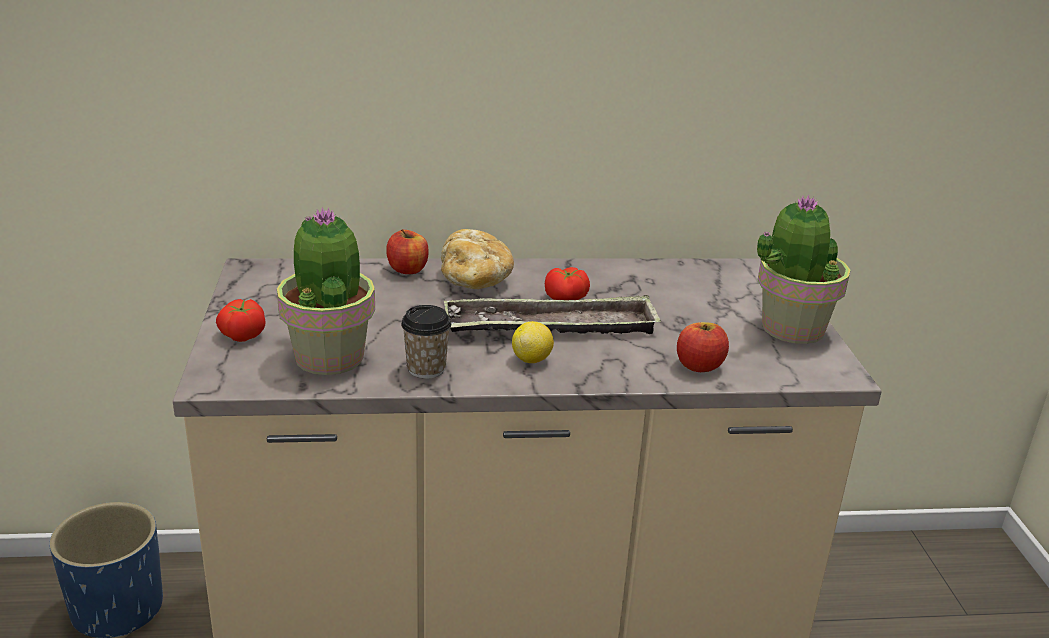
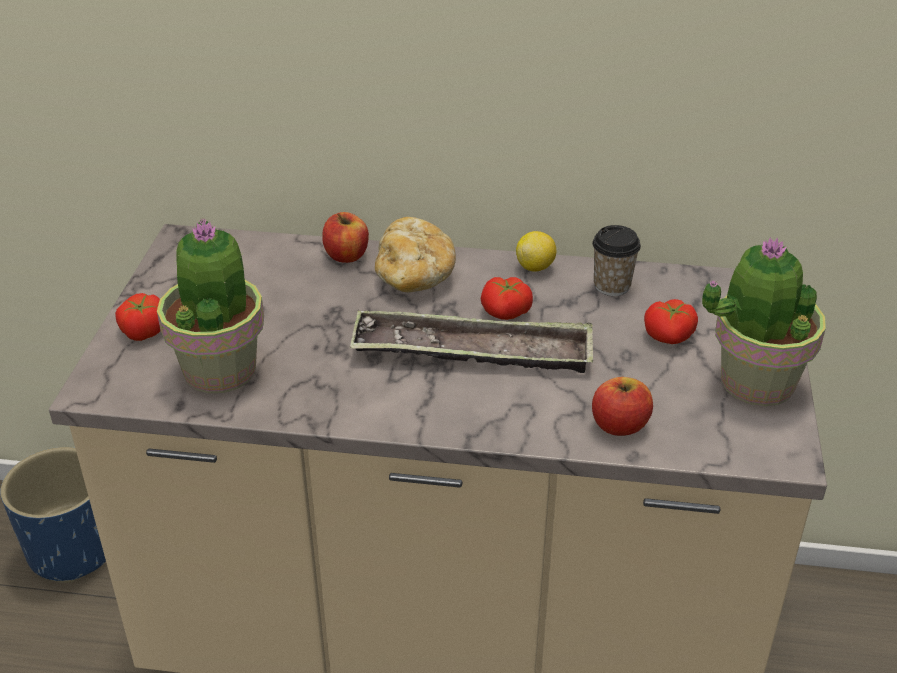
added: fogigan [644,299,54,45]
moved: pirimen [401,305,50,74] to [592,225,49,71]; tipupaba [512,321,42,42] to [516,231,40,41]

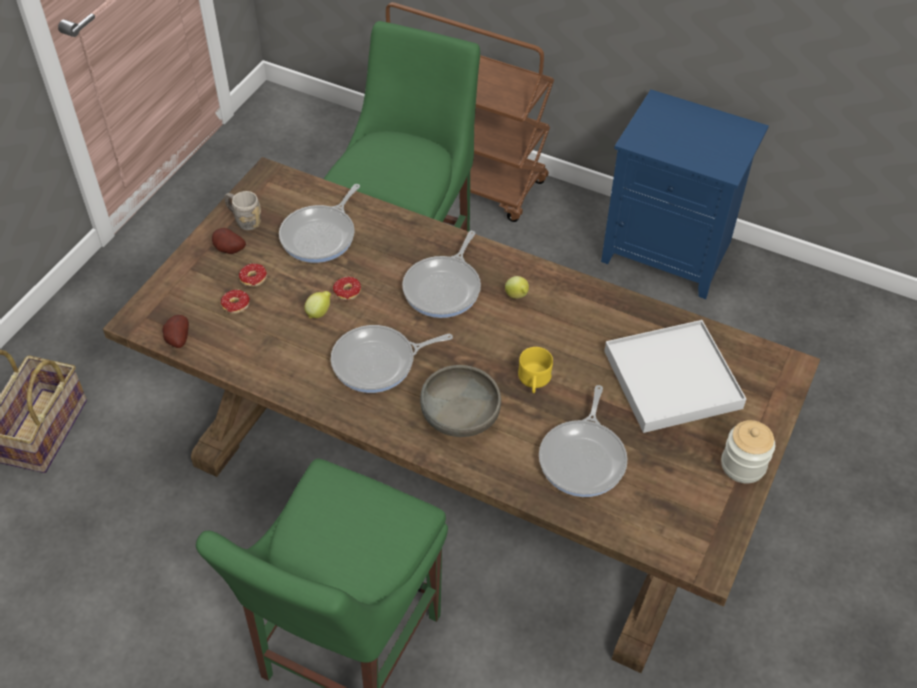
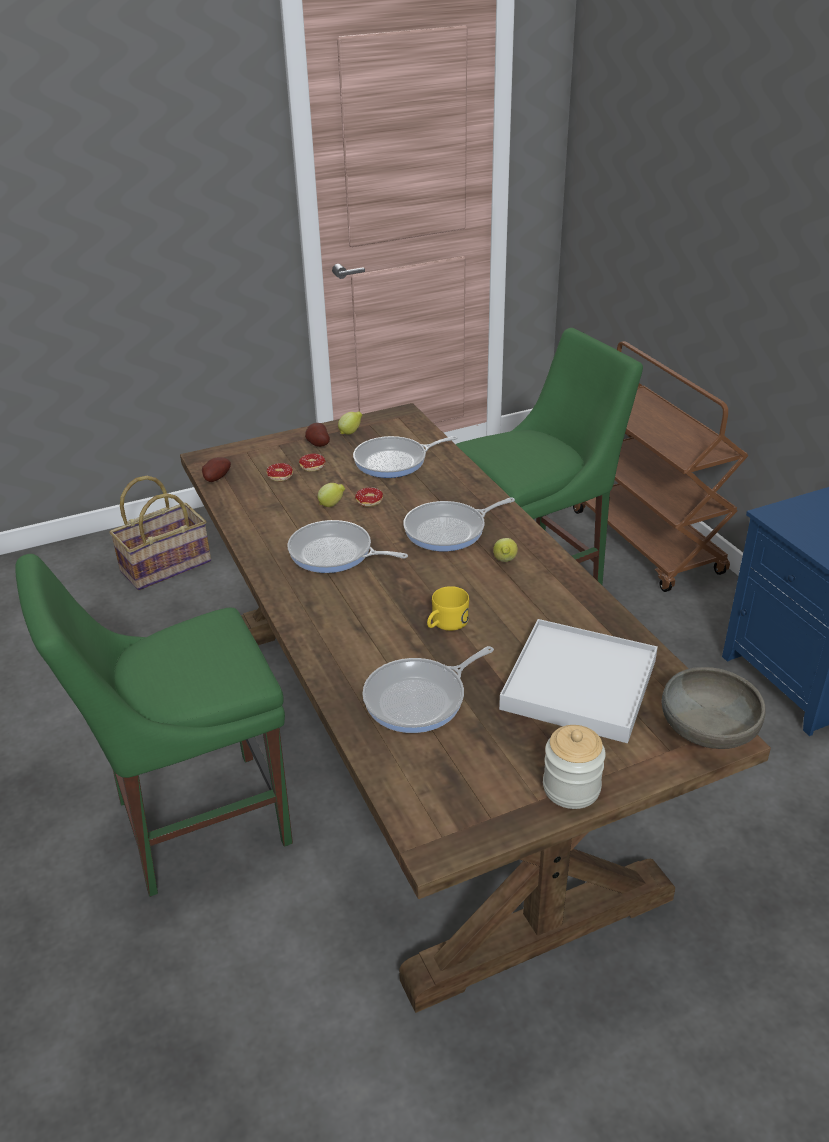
moved: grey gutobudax [420,365,81,72] to [662,667,104,82]
replaced: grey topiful [224,191,37,40] to tipupaba [338,412,24,23]

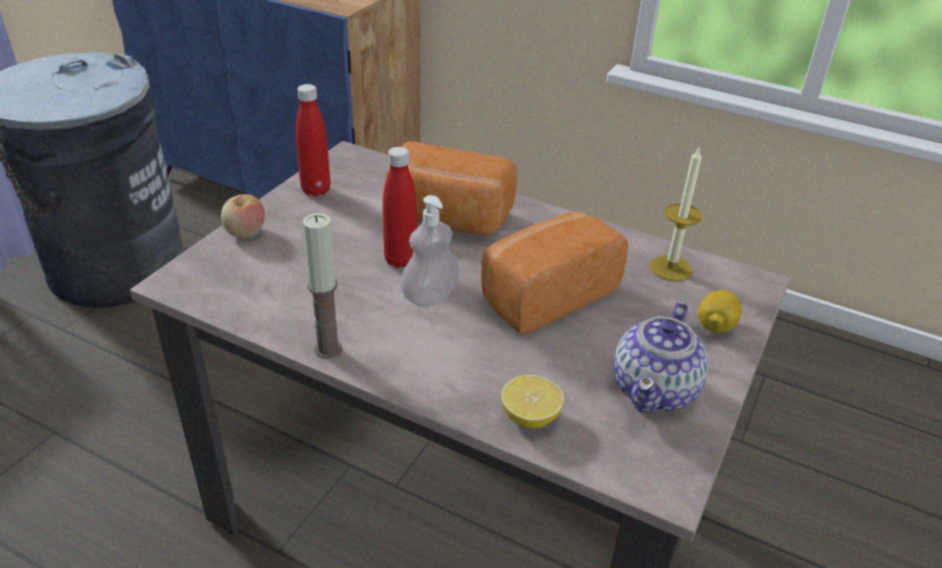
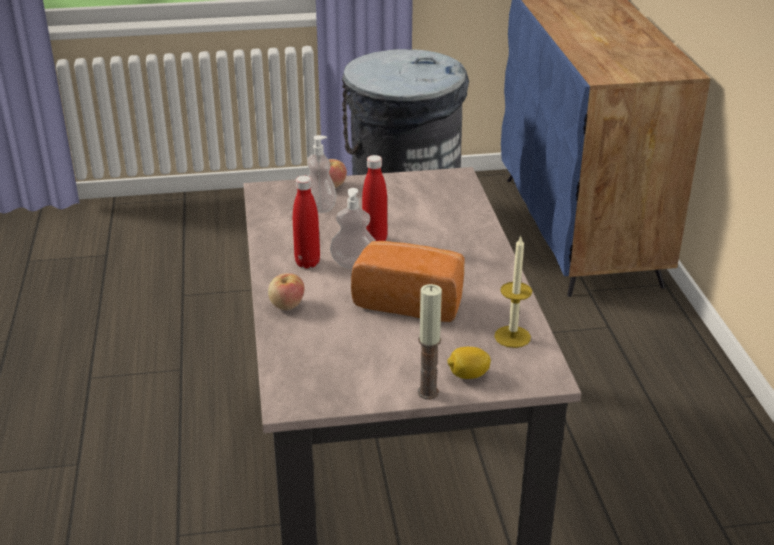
removed: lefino [386,142,131,93]; tipupaba [501,375,63,53]; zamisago [613,302,96,110]
added: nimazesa [268,273,36,37]; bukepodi [307,135,29,78]
moved: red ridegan [296,84,34,113] to [293,176,27,92]; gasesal [302,213,40,146] to [418,284,24,115]

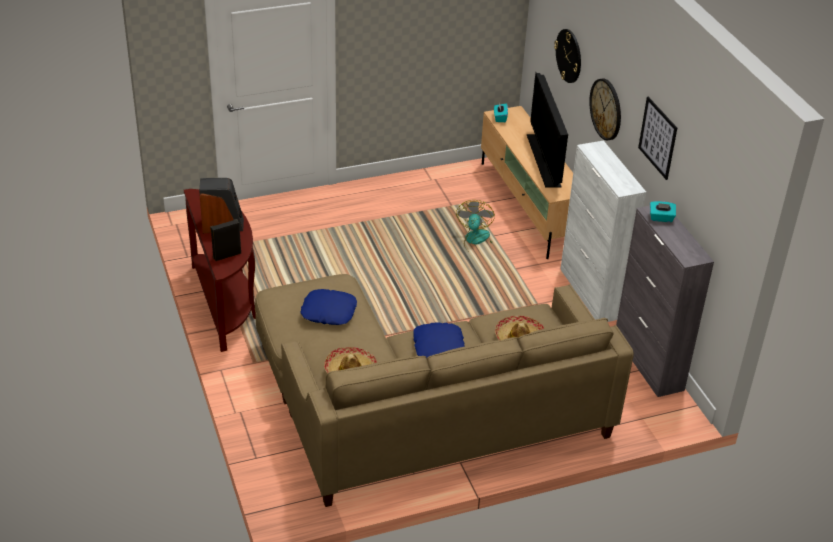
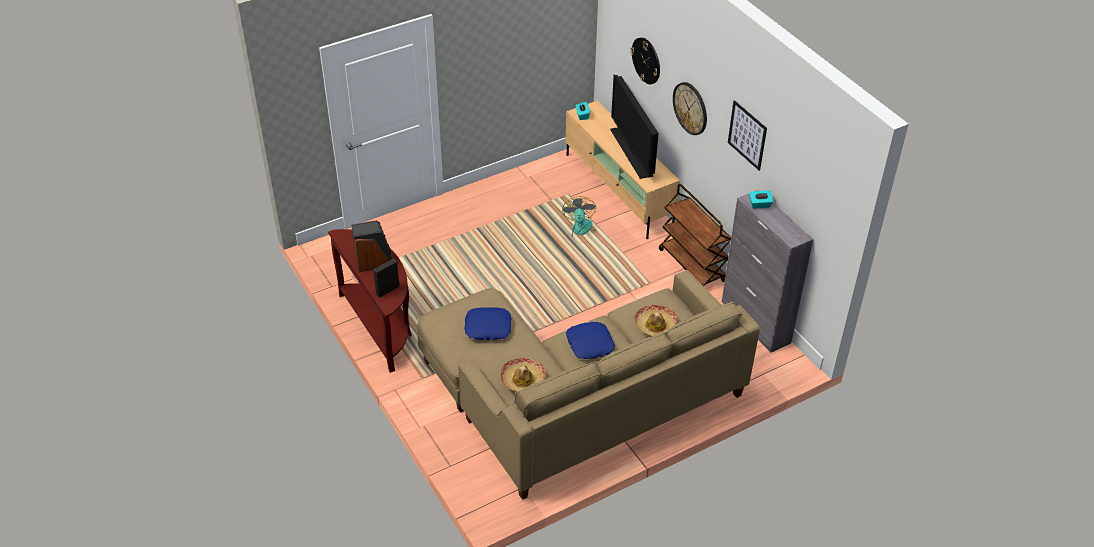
replaced: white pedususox [560,140,86,182] to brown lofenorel [659,184,72,102]

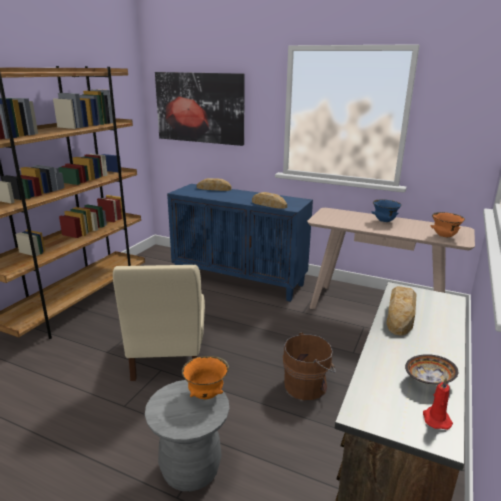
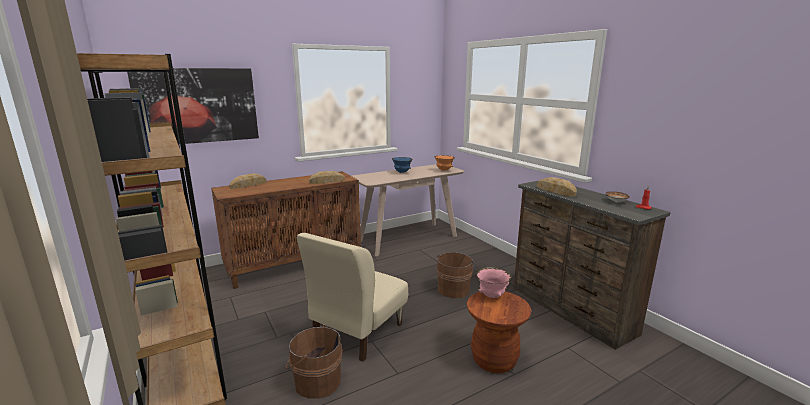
added: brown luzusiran [285,324,58,75]
recoloured: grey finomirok [145,380,84,111] to brown finomirok [467,292,64,82]; blue pedususox [167,184,146,118] to brown pedususox [211,171,150,118]; orange gutobudax [182,356,48,43] to pink gutobudax [476,267,35,31]
turned: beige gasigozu [113,265,92,116] = [297,233,111,129] 90 degrees clockwise

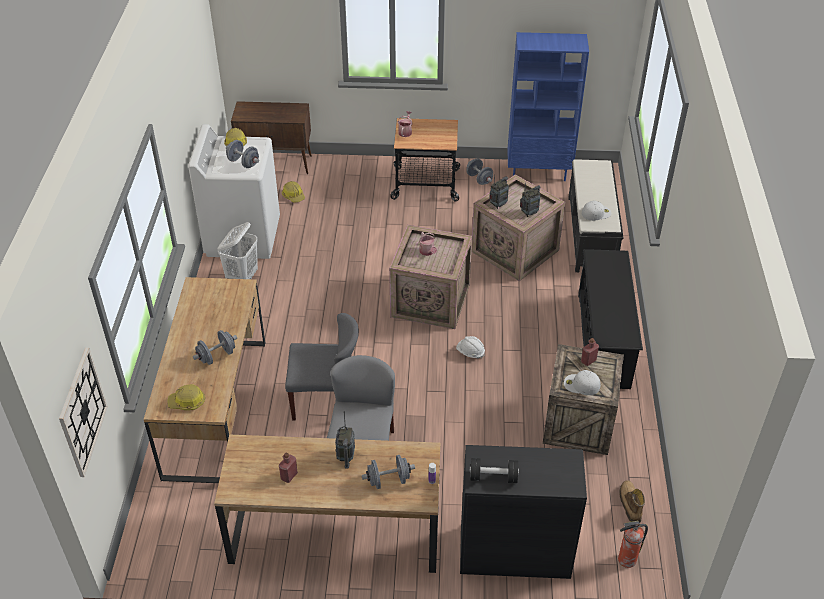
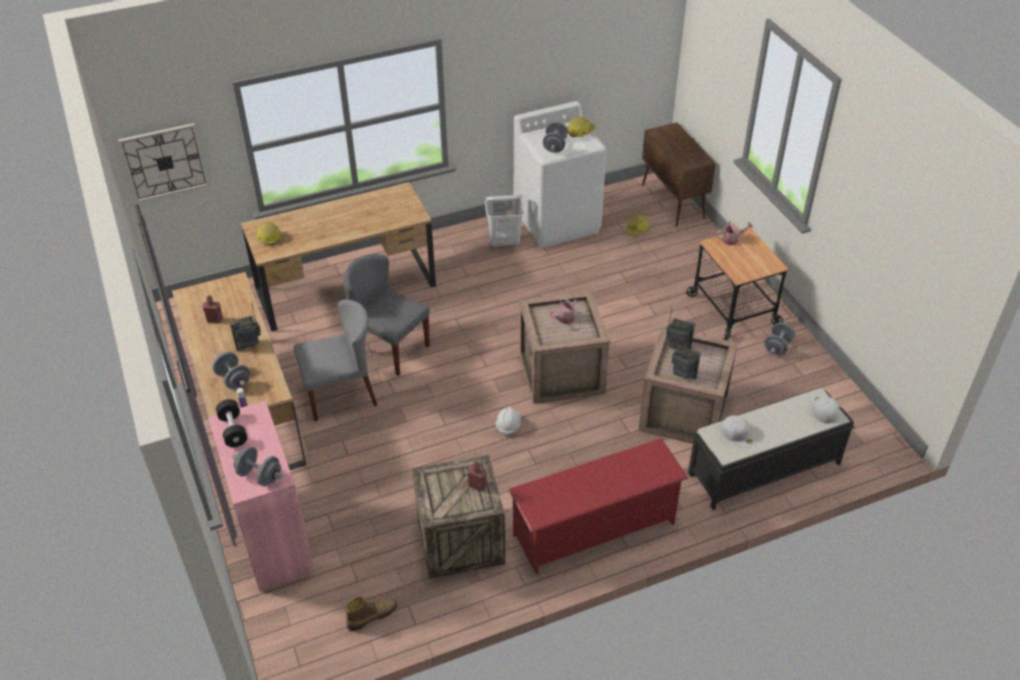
removed: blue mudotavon [507,32,82,149]; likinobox [618,521,30,47]
moved: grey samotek [193,330,44,35] to [233,446,49,40]; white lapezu [564,370,37,25] to [808,395,31,29]
recoloured: black pedususox [460,445,127,134] to pink pedususox [208,401,107,191]; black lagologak [578,249,65,140] to red lagologak [508,438,181,136]
turned: grey gasigozu [285,313,74,108] = [344,254,86,122] 150 degrees clockwise

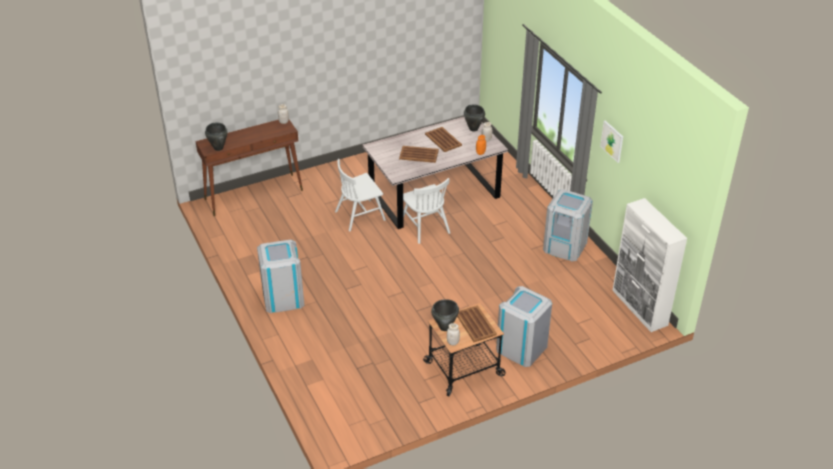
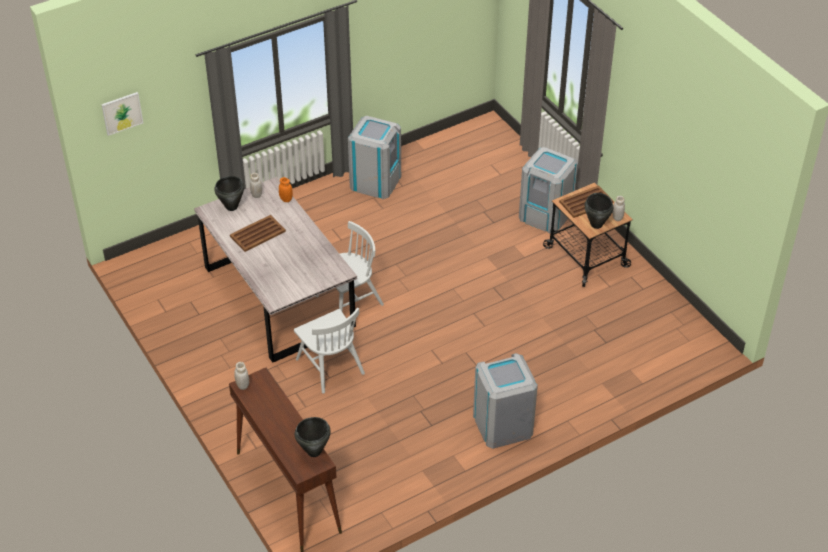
removed: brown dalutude [399,146,40,17]; white pedususox [612,198,75,134]
moved: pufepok [600,121,23,42] to [101,92,42,44]

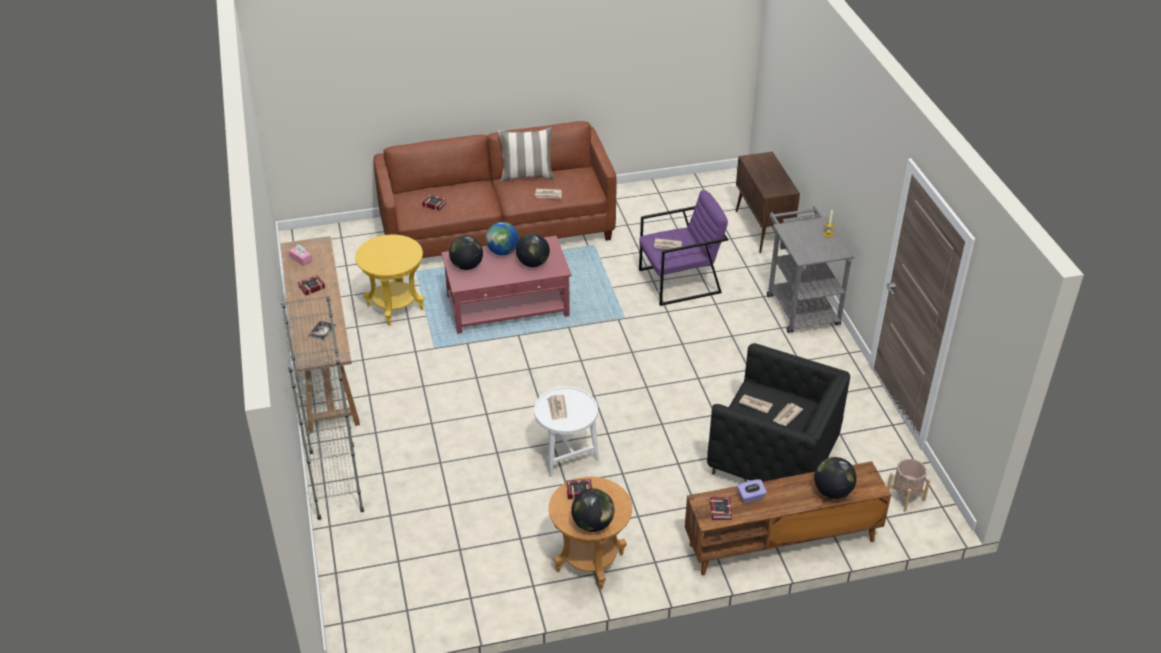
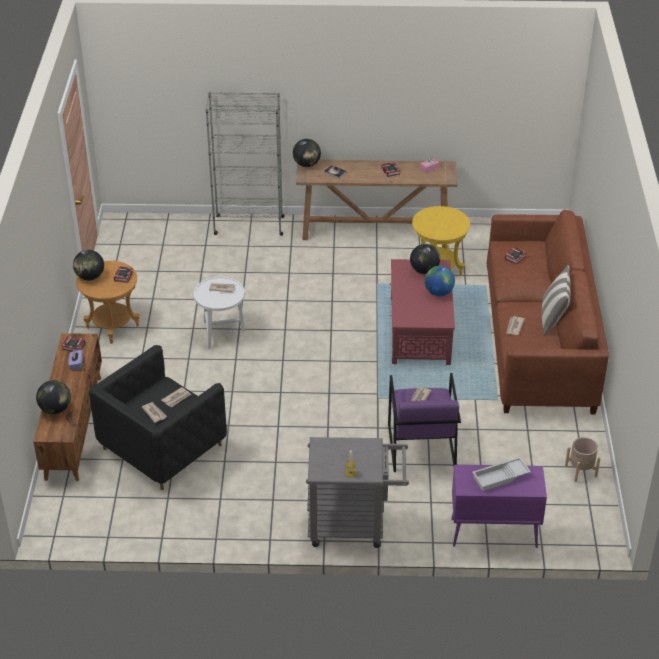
added: white dalutude [472,457,59,34]
moved: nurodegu [516,233,34,34] to [293,139,28,28]; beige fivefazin [887,459,44,53] to [565,437,36,45]
recoloured: brown pedususox [736,152,64,101] to purple pedususox [451,465,96,83]

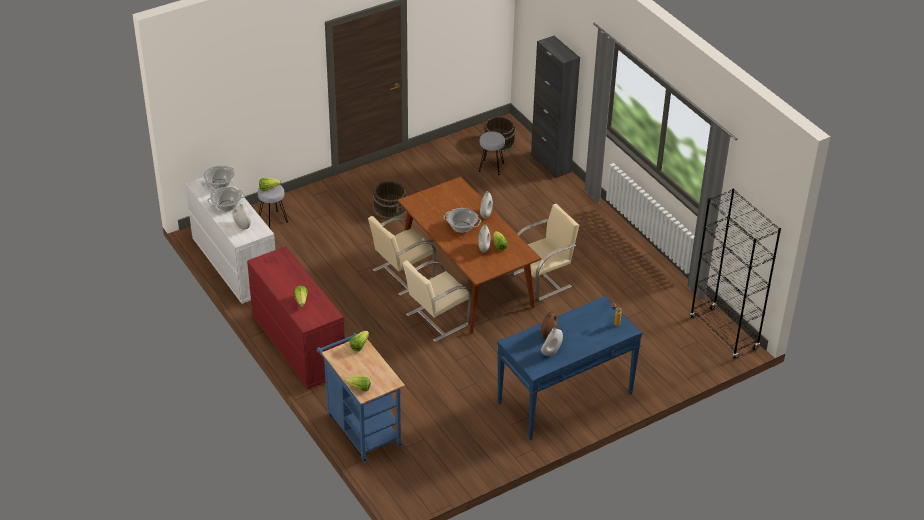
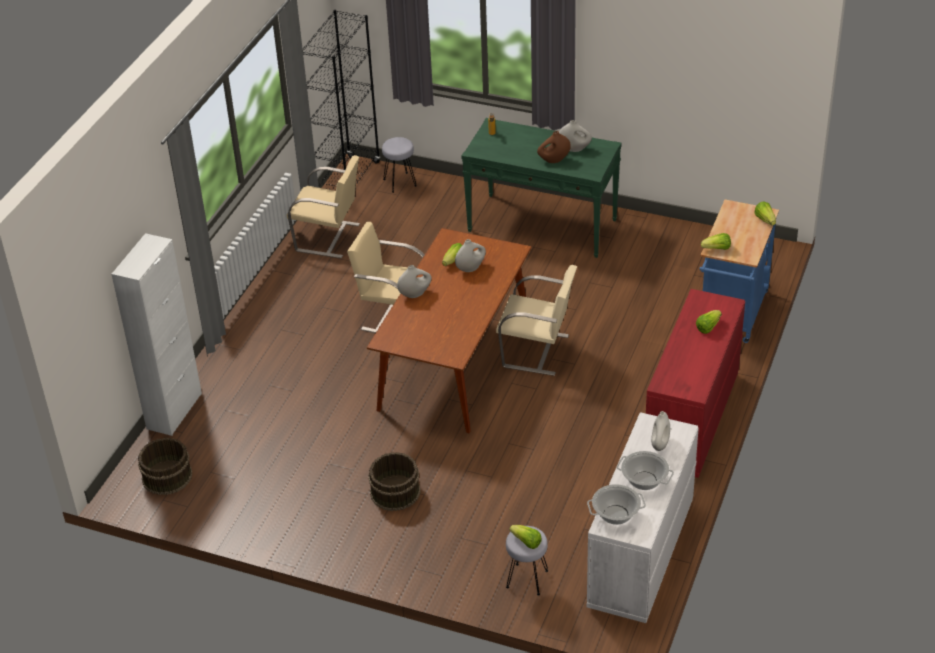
removed: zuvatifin [443,208,38,25]
moved: beige gasigozu [368,216,68,80] to [287,155,73,103]; grey finomirok [479,132,26,43] to [382,137,35,56]
recoloured: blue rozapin [497,296,145,144] to green rozapin [461,118,161,140]; black pedususox [531,36,49,142] to white pedususox [111,233,91,203]

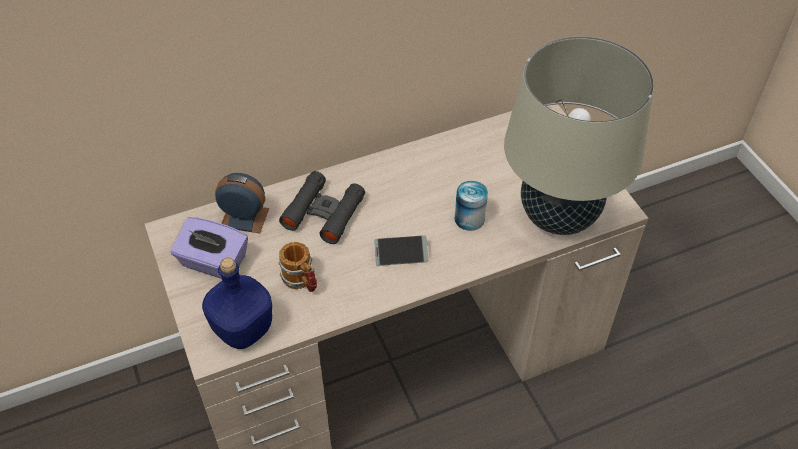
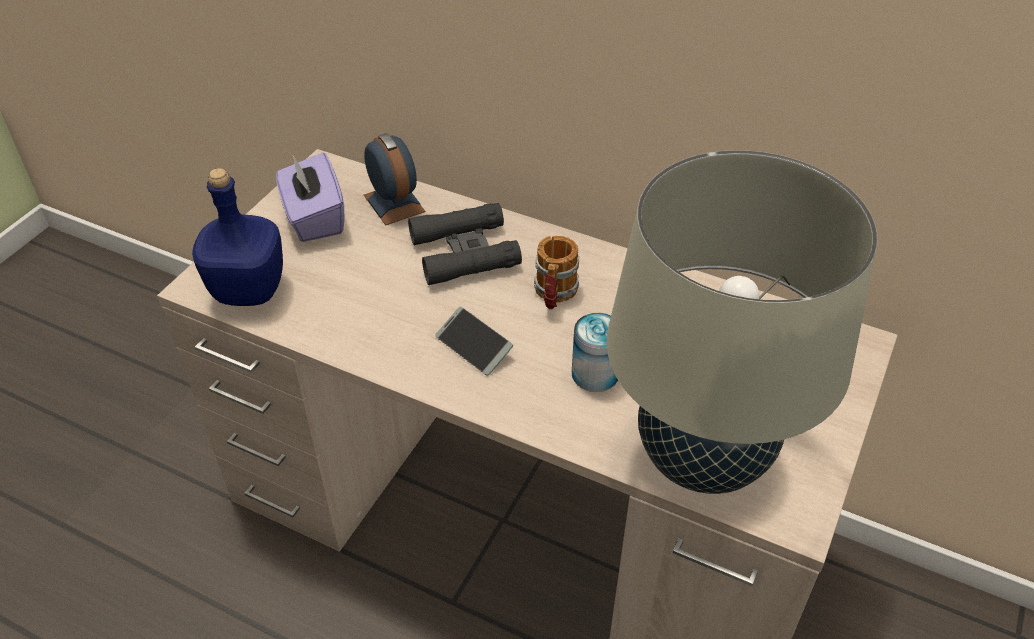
moved: topiful [279,242,38,50] to [534,236,45,74]

